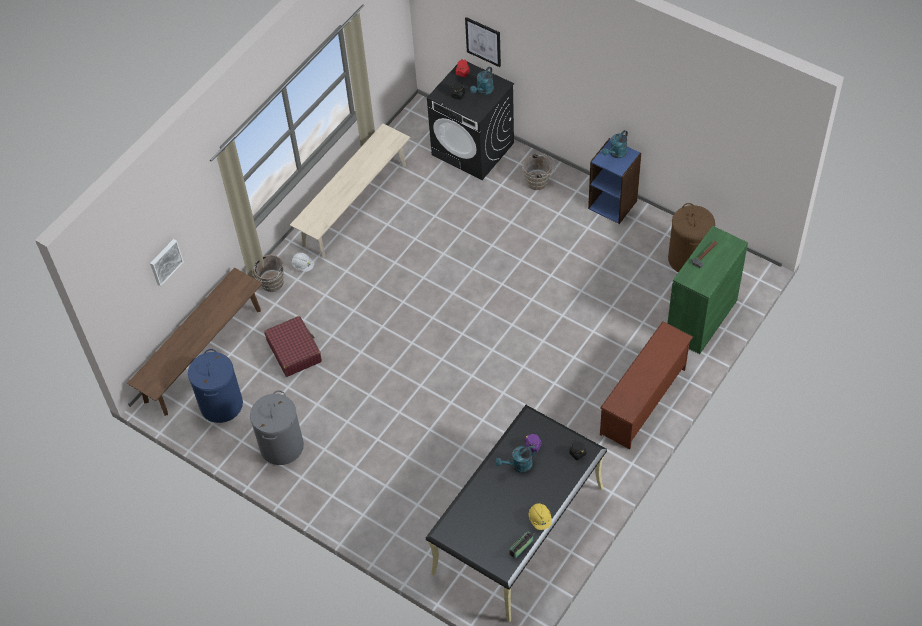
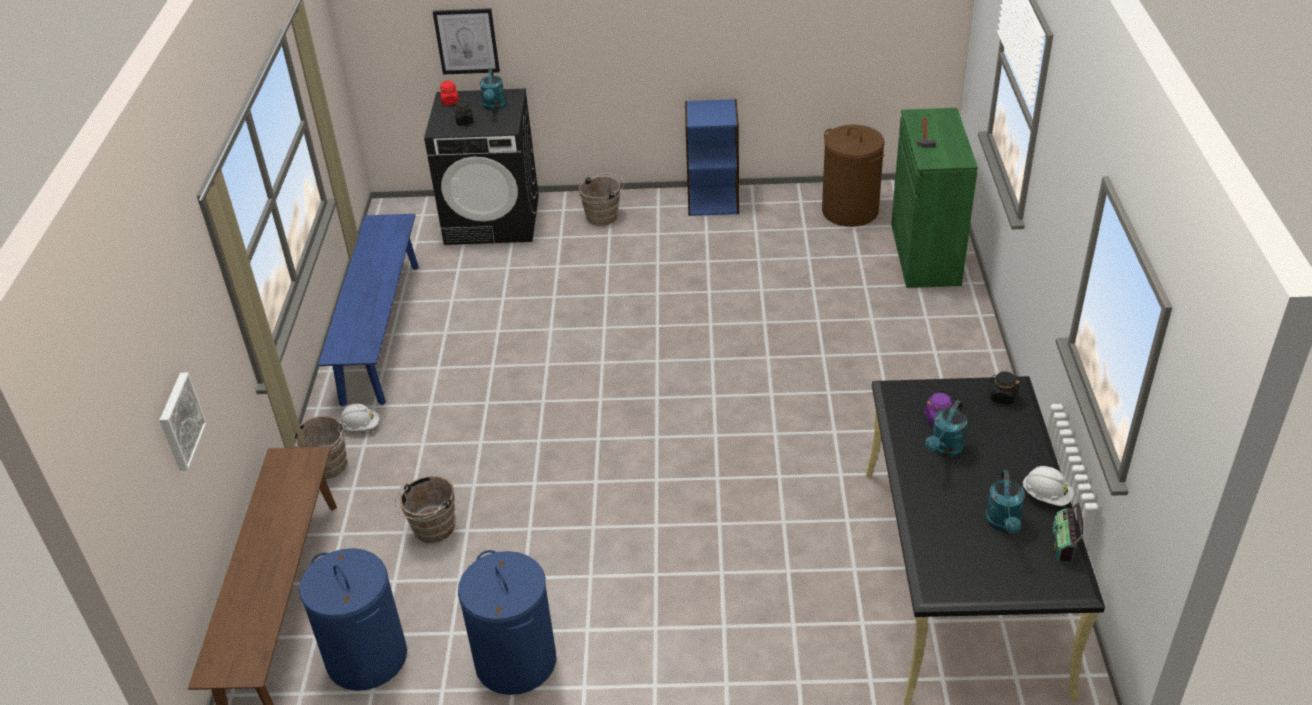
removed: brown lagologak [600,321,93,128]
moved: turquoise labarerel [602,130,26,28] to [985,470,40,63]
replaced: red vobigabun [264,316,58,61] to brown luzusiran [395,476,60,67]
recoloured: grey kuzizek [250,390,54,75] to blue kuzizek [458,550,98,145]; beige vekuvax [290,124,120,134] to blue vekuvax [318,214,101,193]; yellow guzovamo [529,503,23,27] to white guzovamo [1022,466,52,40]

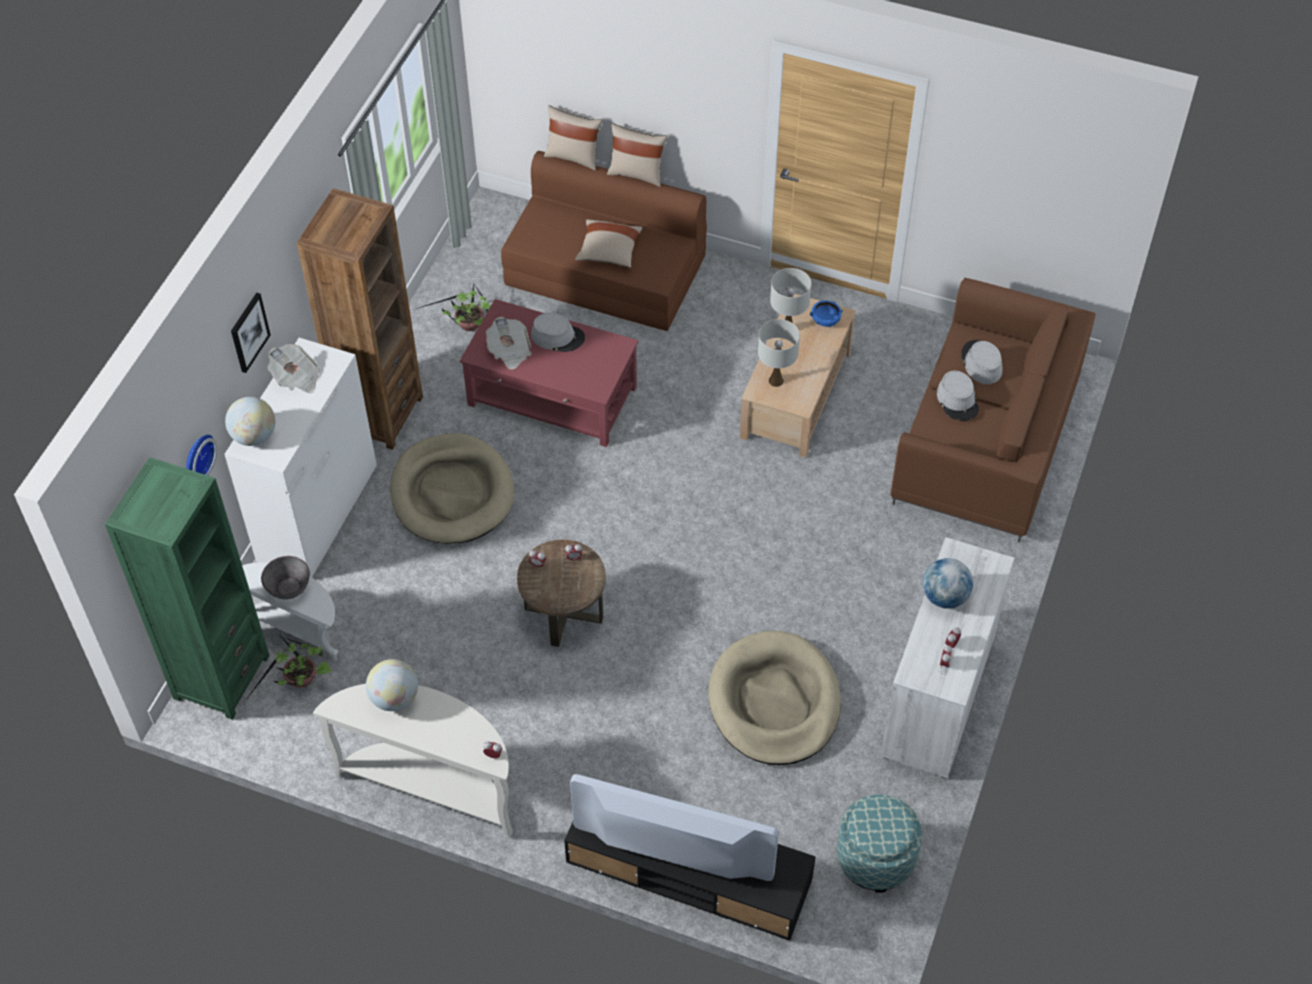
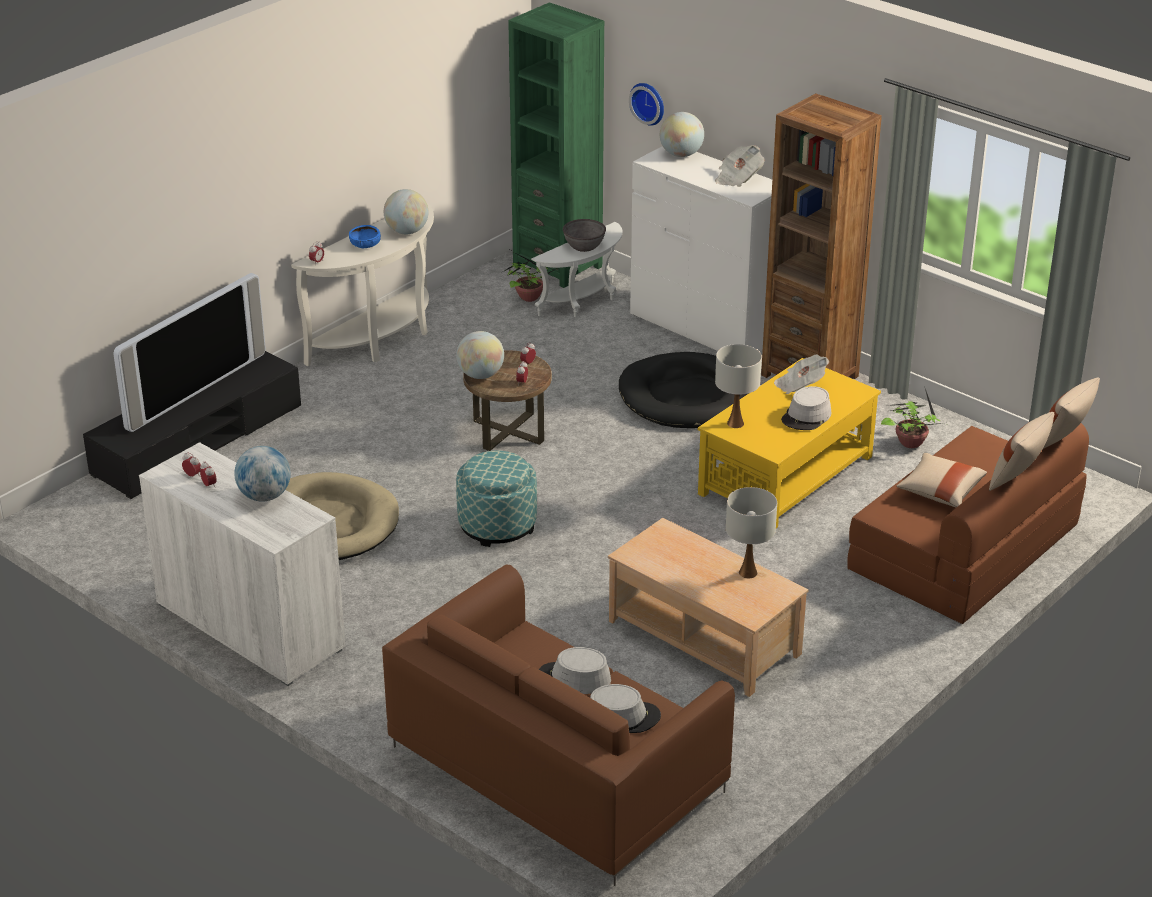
removed: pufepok [231,293,40,80]
added: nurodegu [456,331,48,48]
moved: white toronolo [758,319,42,68] to [715,344,47,84]; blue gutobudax [810,300,33,27] to [349,225,32,23]; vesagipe [837,794,85,99] to [456,450,81,97]
recoloured: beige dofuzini [390,433,124,111] to black dofuzini [619,352,130,76]; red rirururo [460,299,178,148] to yellow rirururo [698,358,183,170]

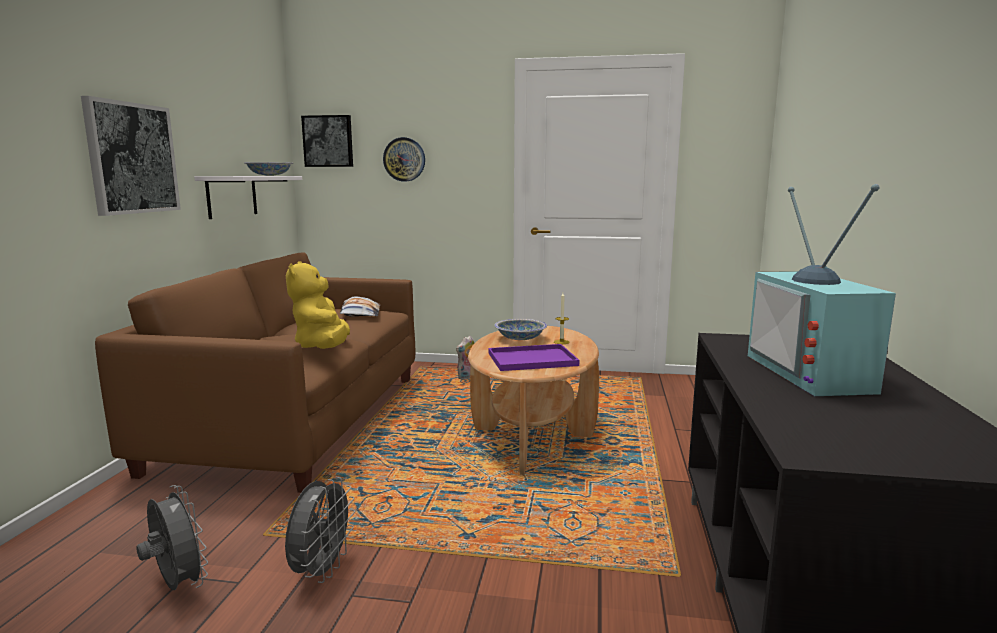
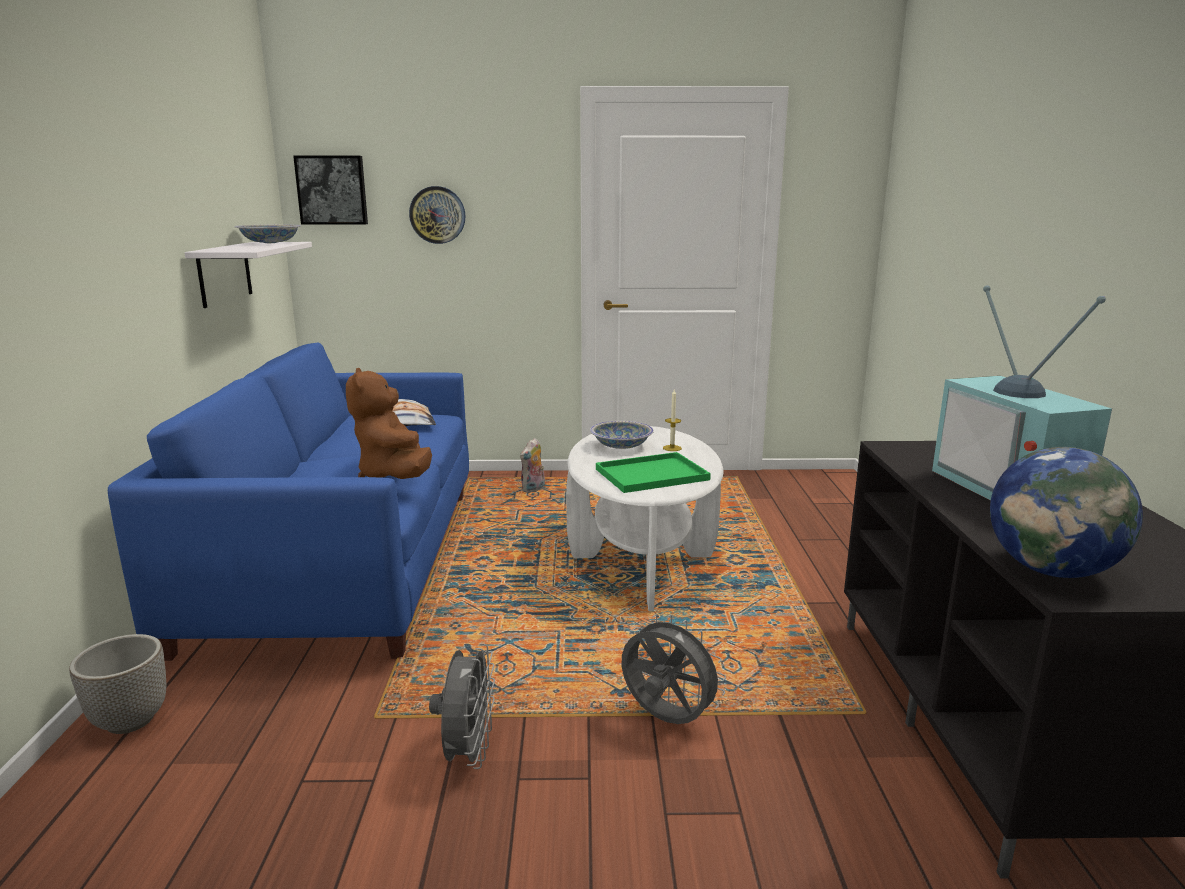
removed: pufepok [81,96,100,120]
added: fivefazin [69,634,97,100]; nurodegu [990,447,153,131]
moved: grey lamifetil [136,485,72,105] to [622,614,104,110]
recoloured: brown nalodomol [95,253,320,240] to blue nalodomol [108,343,361,318]; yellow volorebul [286,261,64,88] to brown volorebul [346,368,86,111]; brown rirururo [468,326,131,149] to white rirururo [566,426,157,185]; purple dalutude [489,344,90,27] to green dalutude [596,452,115,41]

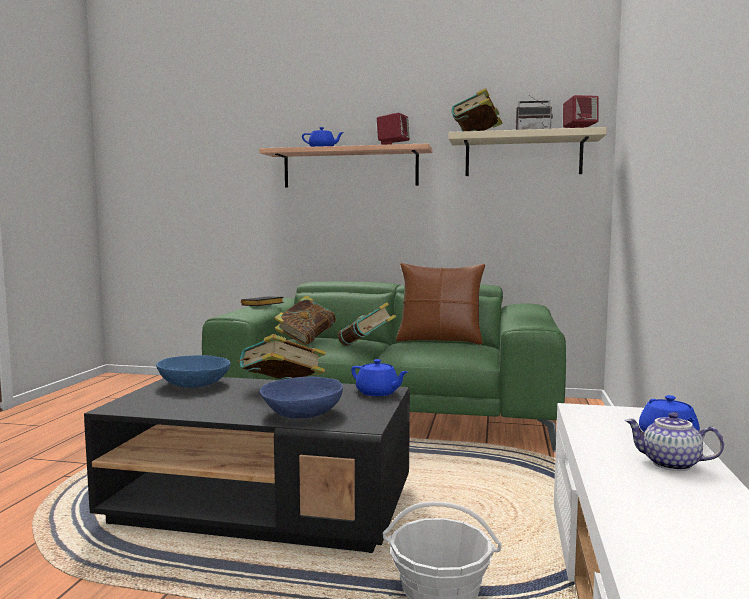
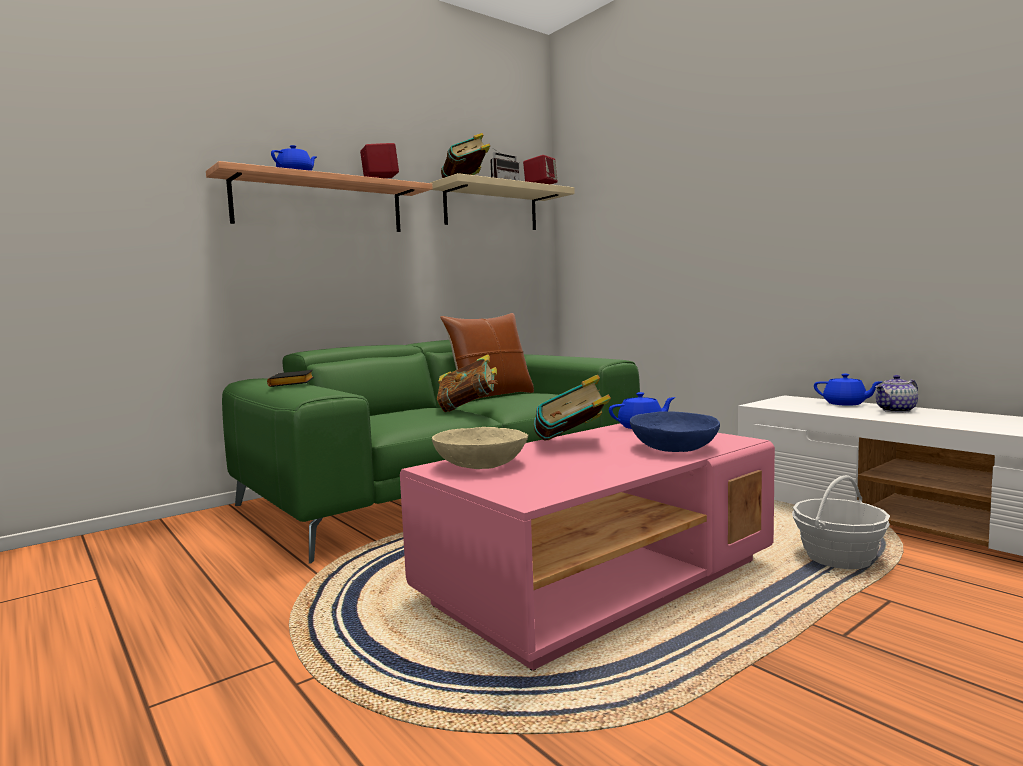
removed: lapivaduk [274,296,62,49]
recoloured: black rirururo [84,377,326,176] to pink rirururo [400,423,375,248]; blue gutobudax [156,355,74,33] to beige gutobudax [432,427,96,42]

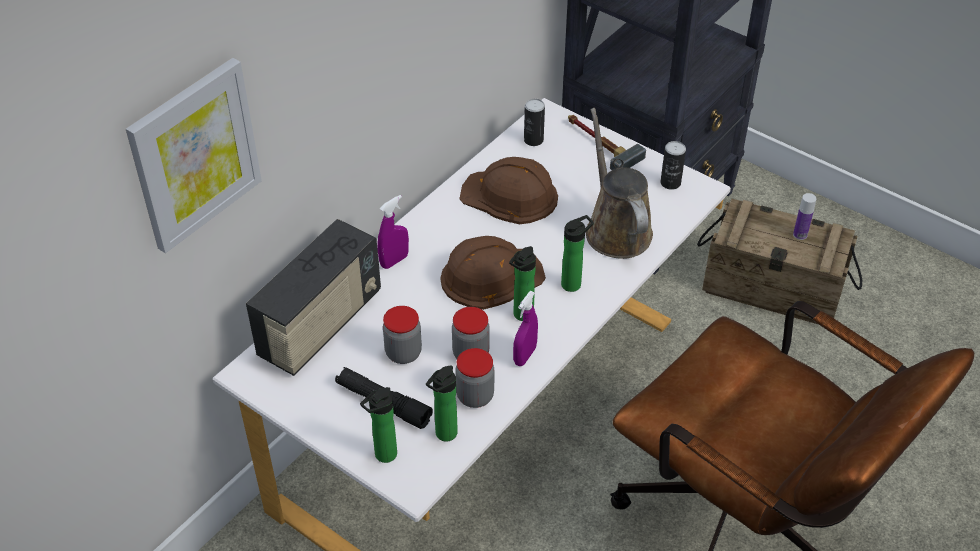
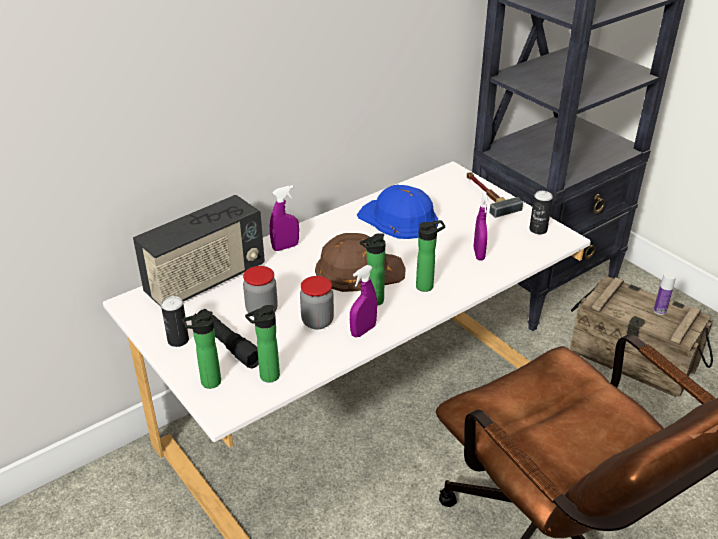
removed: pufepok [126,58,136,195]; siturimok [455,348,39,60]
moved: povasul [524,99,21,47] to [161,296,28,51]
replaced: brown labarerel [586,108,67,151] to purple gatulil [473,192,15,68]
recoloured: brown guzovamo [459,157,99,67] to blue guzovamo [357,185,81,54]

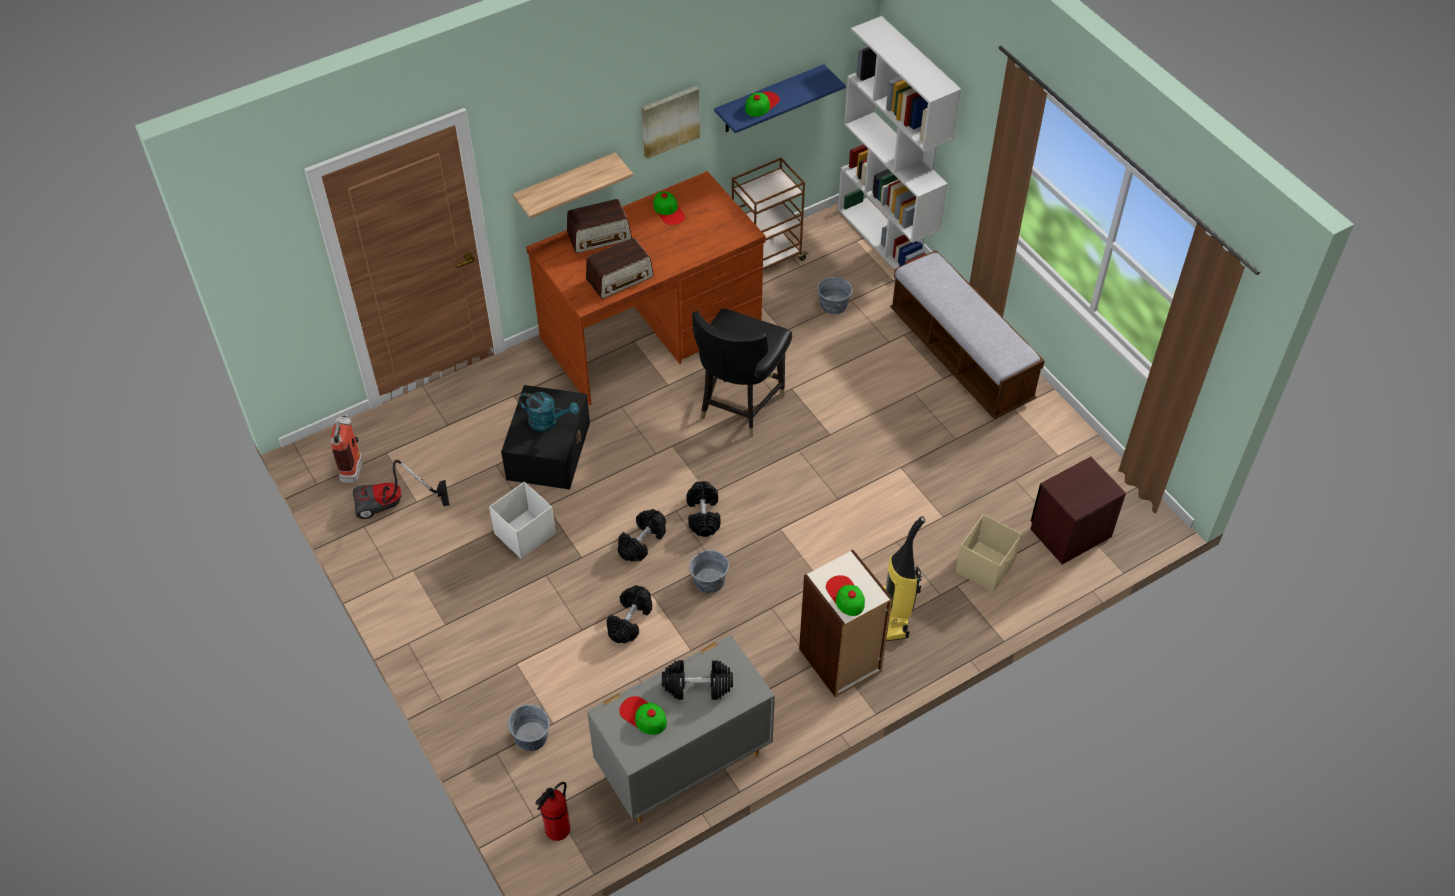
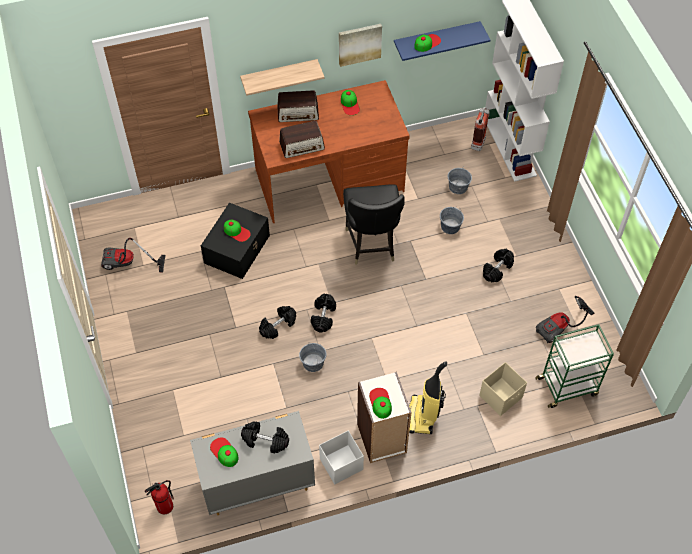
removed: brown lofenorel [732,158,77,112]; vekuvax [890,250,155,169]
added: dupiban [536,296,58,47]
moved: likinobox [330,415,33,68] to [471,108,19,43]; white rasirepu [489,482,67,77] to [319,430,45,54]; grey luzusiran [508,704,42,47] to [440,207,24,27]; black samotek [607,585,45,59] to [483,249,31,33]
replaced: turquoise labarerel [519,392,60,39] to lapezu [224,220,27,22]; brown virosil [1031,457,95,108] to green lofenorel [535,324,79,84]
turned: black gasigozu [692,308,100,129] = [343,184,62,81] 45 degrees counterclockwise

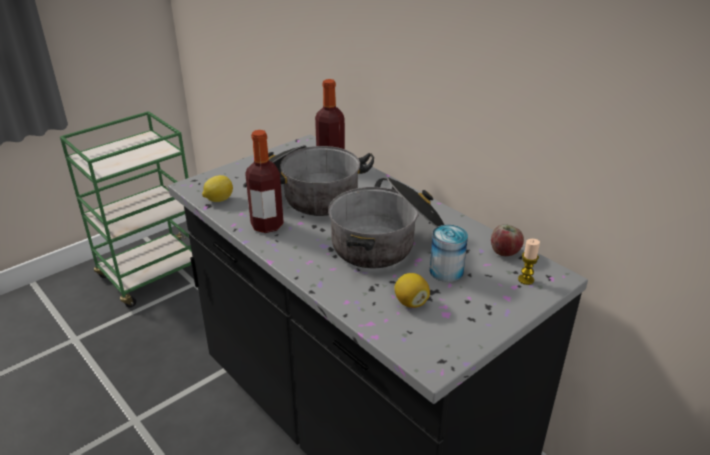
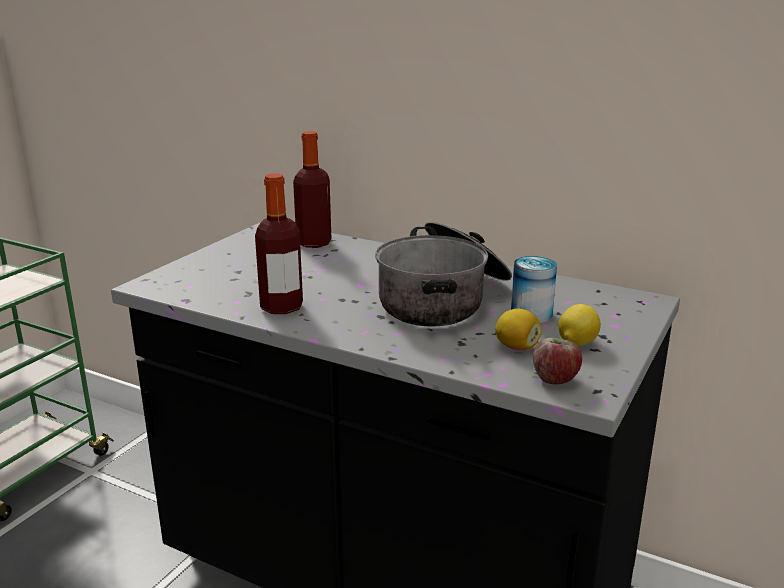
removed: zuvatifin [243,145,131,71]; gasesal [518,239,22,46]
moved: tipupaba [202,175,31,27] to [558,304,43,42]; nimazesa [491,224,33,32] to [533,338,49,47]

